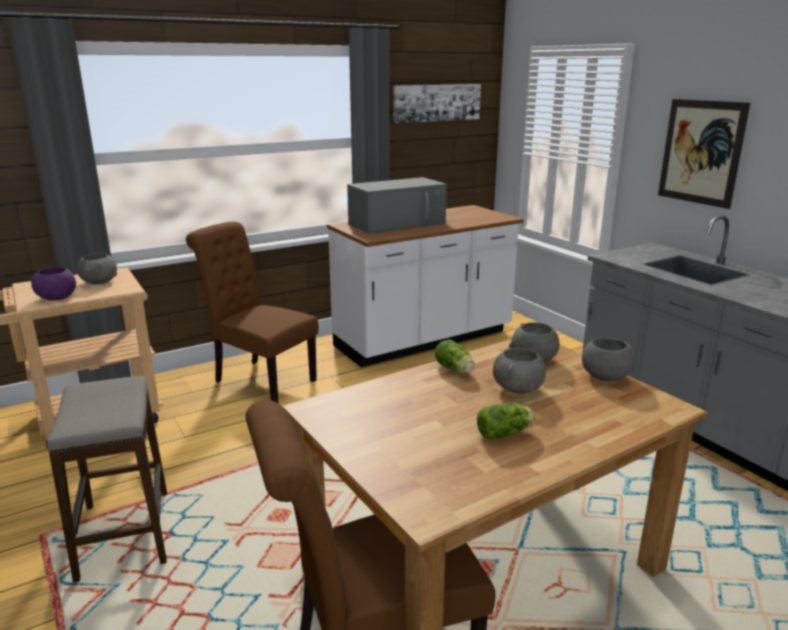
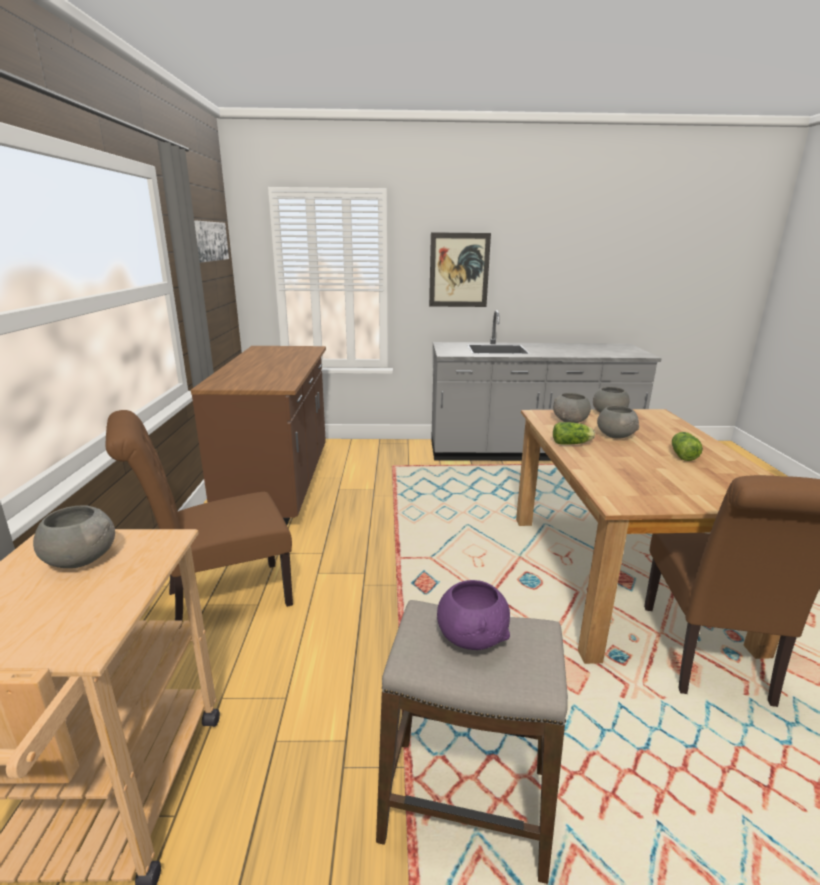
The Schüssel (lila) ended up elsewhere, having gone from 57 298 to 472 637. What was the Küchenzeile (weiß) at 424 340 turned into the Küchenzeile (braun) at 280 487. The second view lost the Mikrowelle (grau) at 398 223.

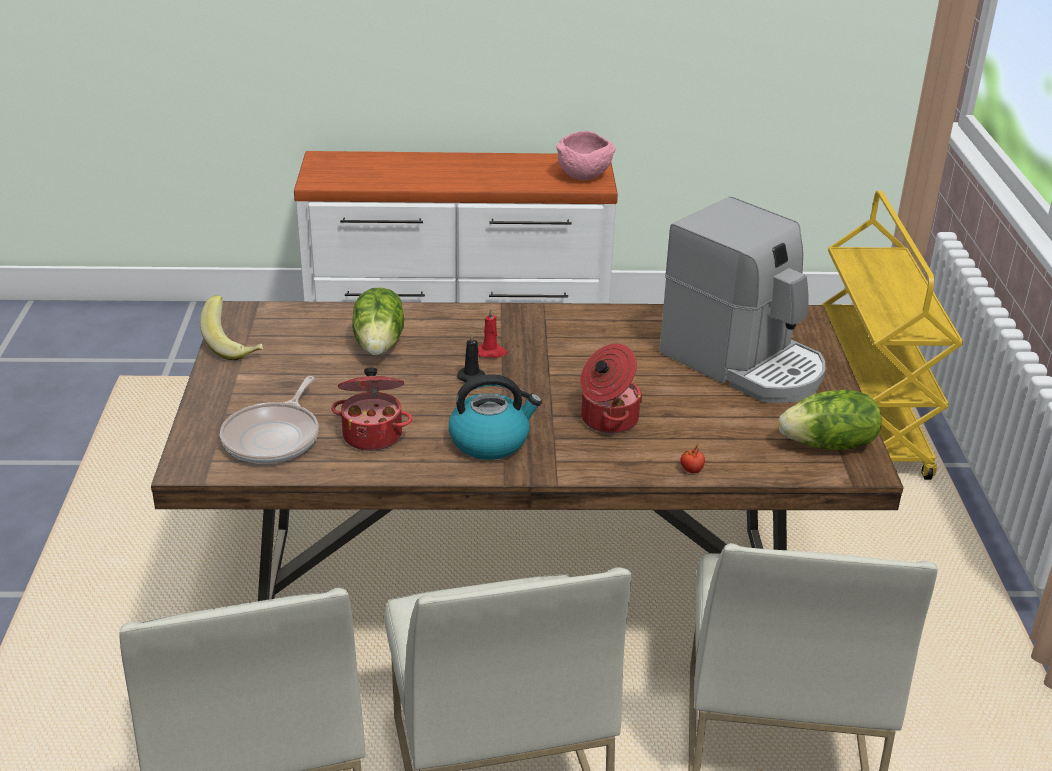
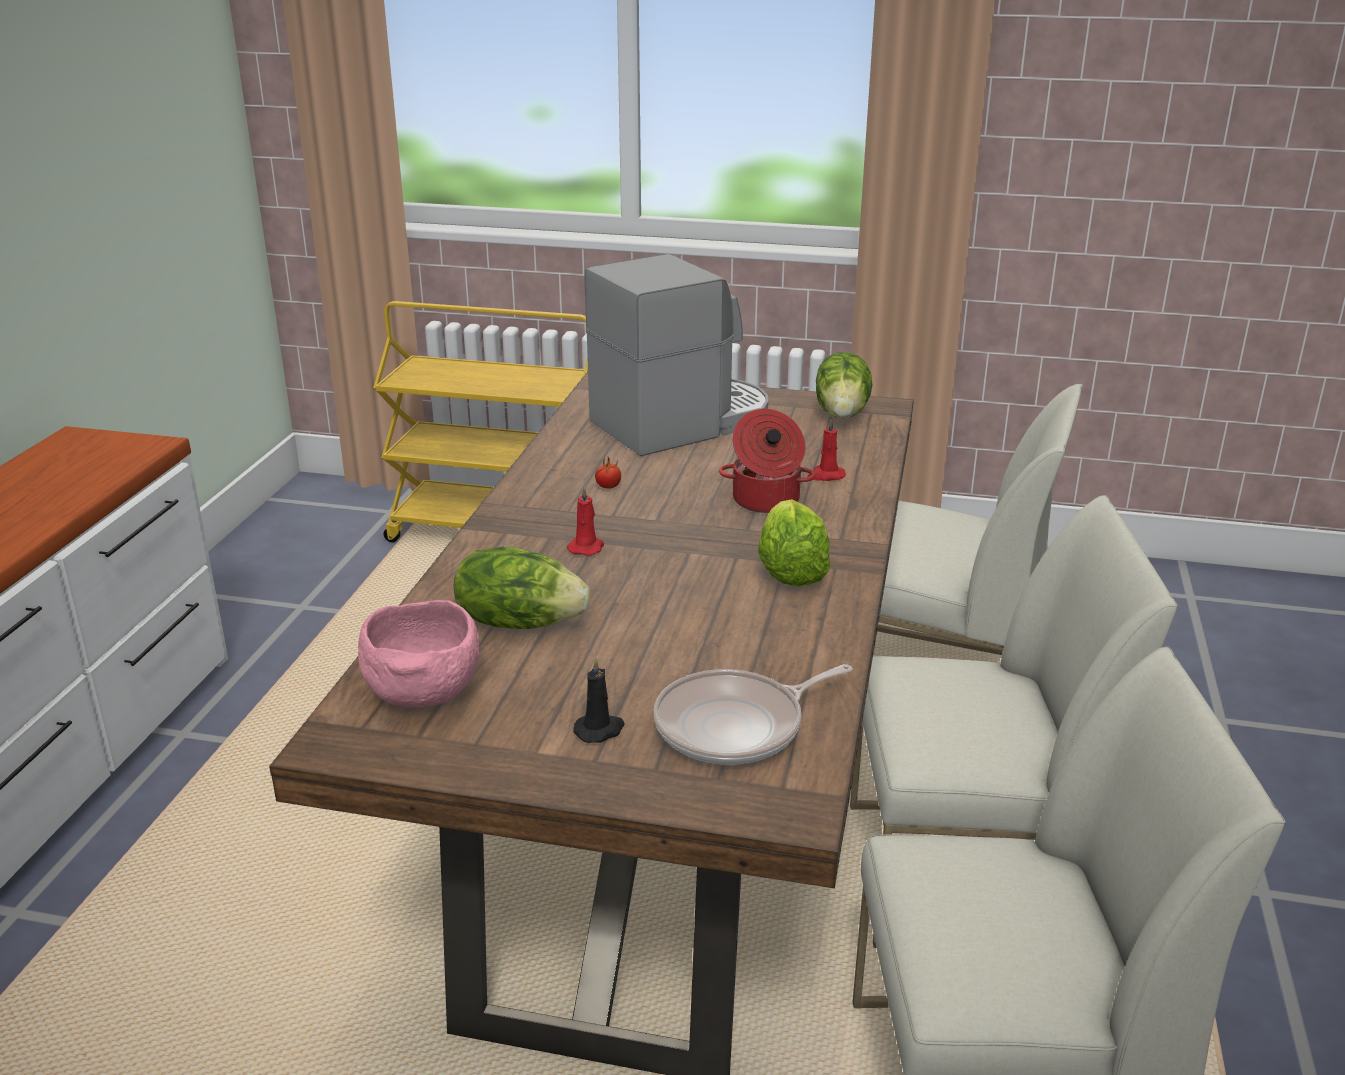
The second view lost the Banane at 235 346. The Pfanne at 274 437 ended up facing another way, 120 degrees clockwise from before. The second view lost the Kochtopf at 373 434. Where the Wasserkessel stood at 490 441, the Salatkopf came to stand at 790 570. The Kerze (schwarz) ended up elsewhere, having gone from 472 378 to 600 730. The Schüssel (rosa) ended up elsewhere, having gone from 584 176 to 423 693. The Tomate ended up elsewhere, having gone from 691 470 to 608 487. The second view gained the Kerze (rot) at 826 476.

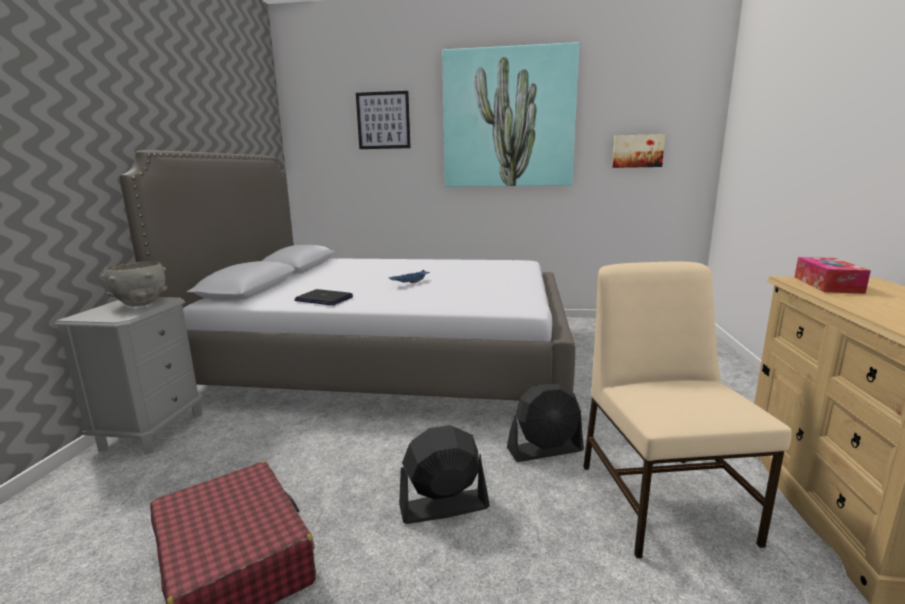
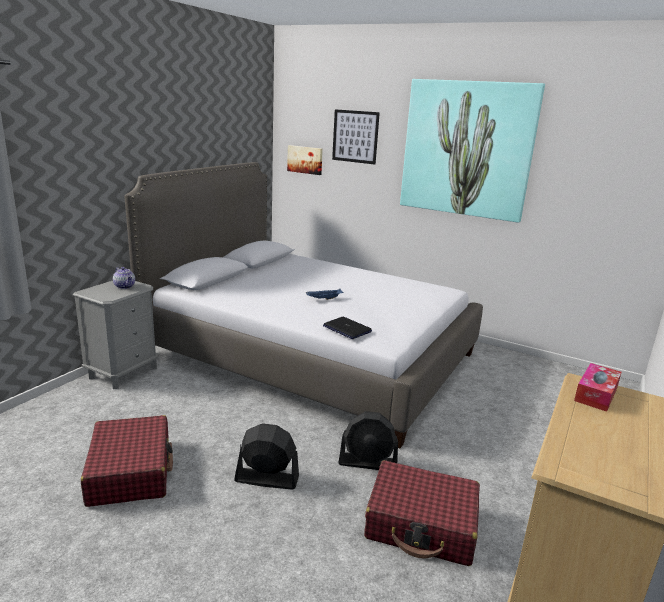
Where the Schüssel (grau) stood at 140 303, the Teekanne came to stand at 125 286. The Laptop ended up elsewhere, having gone from 323 299 to 347 329. Where the Stuhl (beige) stood at 663 499, the Koffer (rot) came to stand at 421 525. The Bild ended up elsewhere, having gone from 637 151 to 305 159.

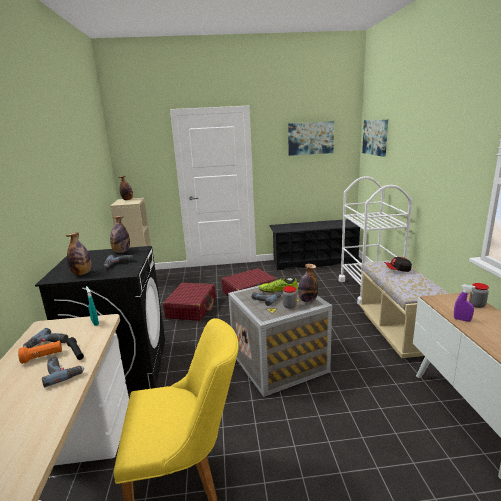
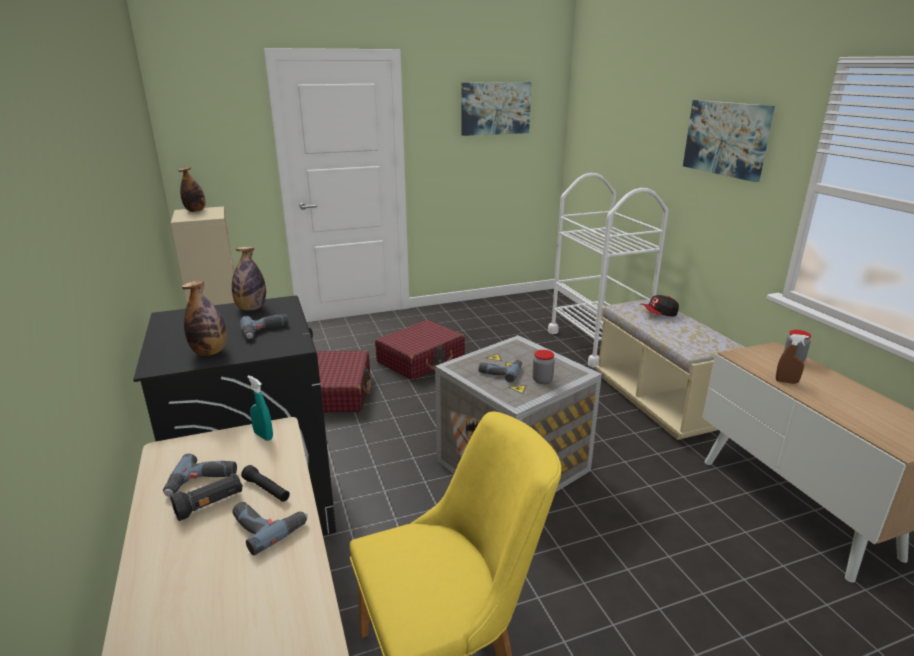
What was the Taschenlampe (orange) at 43 357 turned into the Taschenlampe (schwarz) at 210 505. The second view lost the Schuh at 278 291. The second view lost the Schuhregal (schwarz) at 314 262. The second view lost the Flasche at 307 300. The Bild ended up elsewhere, having gone from 375 137 to 726 138. What was the Sprühflasche (lila) at 462 320 turned into the Sprühflasche (braun) at 786 382.

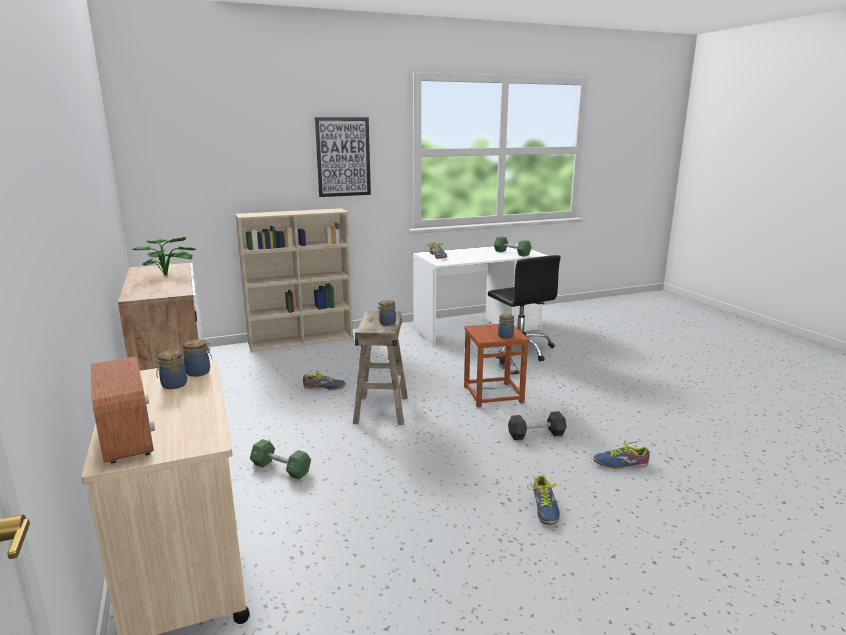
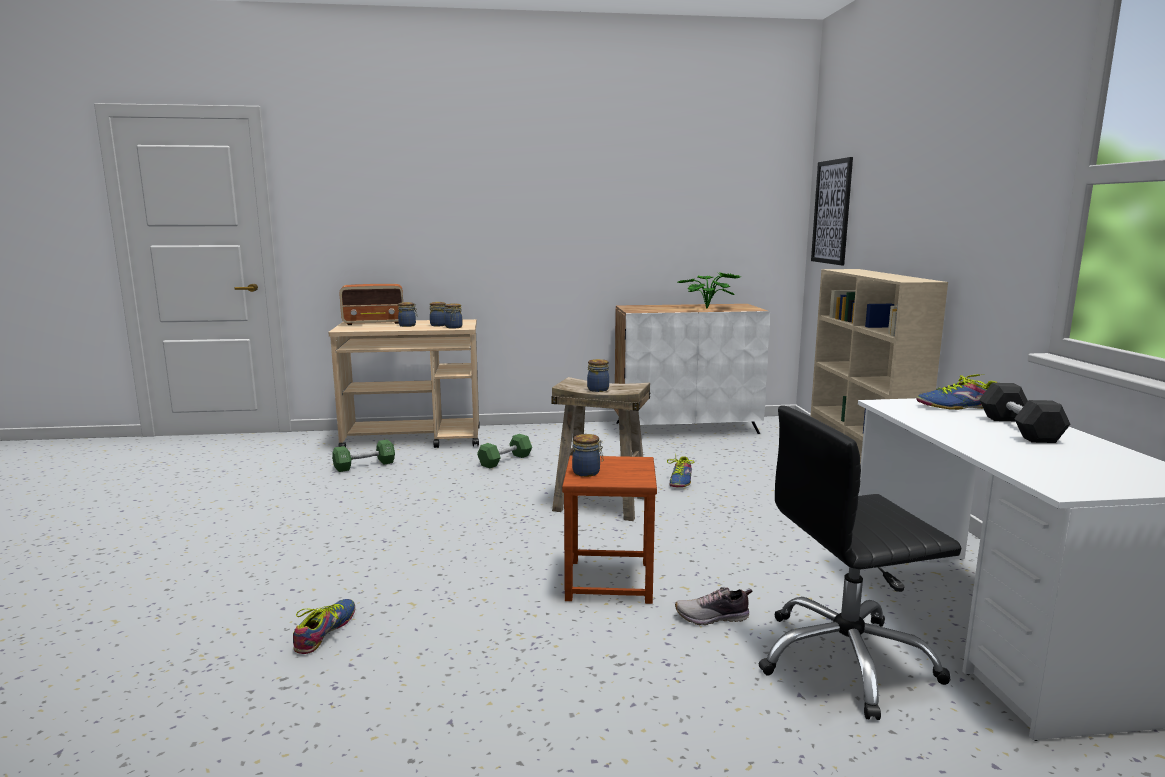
The Bild ended up elsewhere, having gone from 343 157 to 832 212. The Hantel (grün) ended up elsewhere, having gone from 512 253 to 364 465. The Hantel (schwarz) ended up elsewhere, having gone from 536 434 to 1019 429. The second view lost the Schuh at 545 508. The second view gained the Vorratsglas at 408 325.

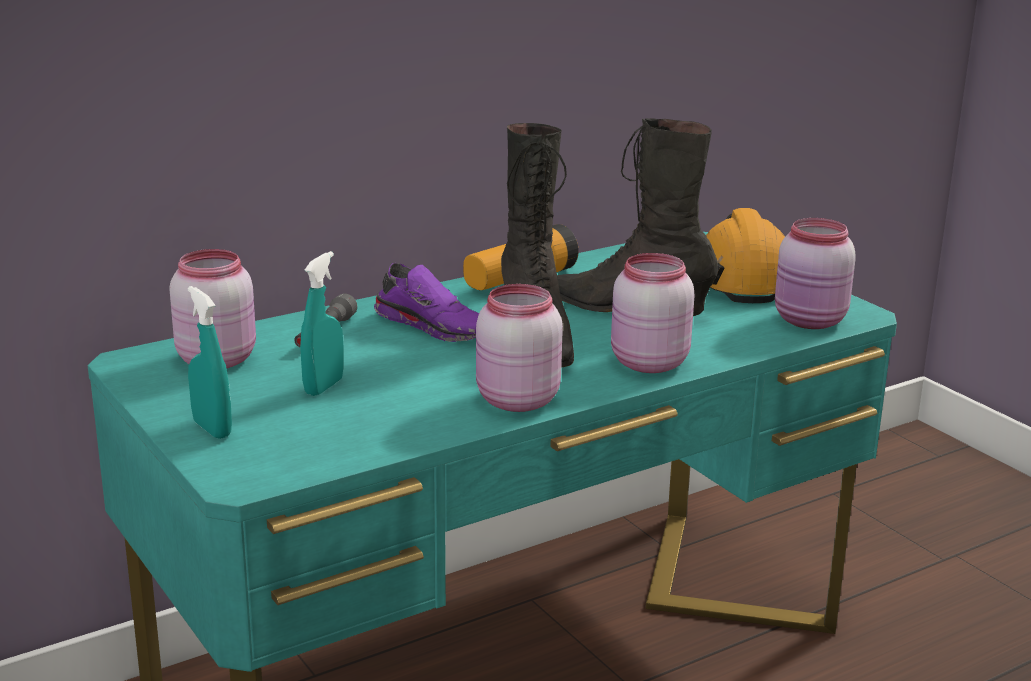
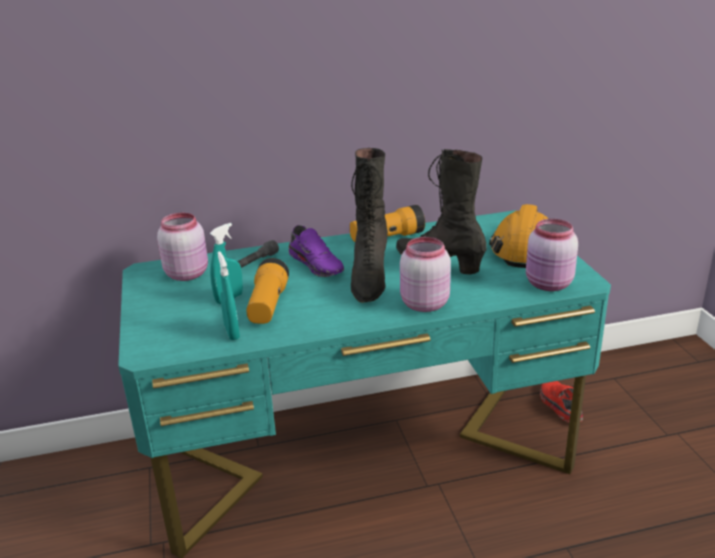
The Sprühflasche (türkis) ended up elsewhere, having gone from 212 429 to 232 333. The second view lost the Vorratsglas (rosa) at 515 400. The second view gained the Taschenlampe at 268 305. The second view gained the Schuh (rot) at 559 406.

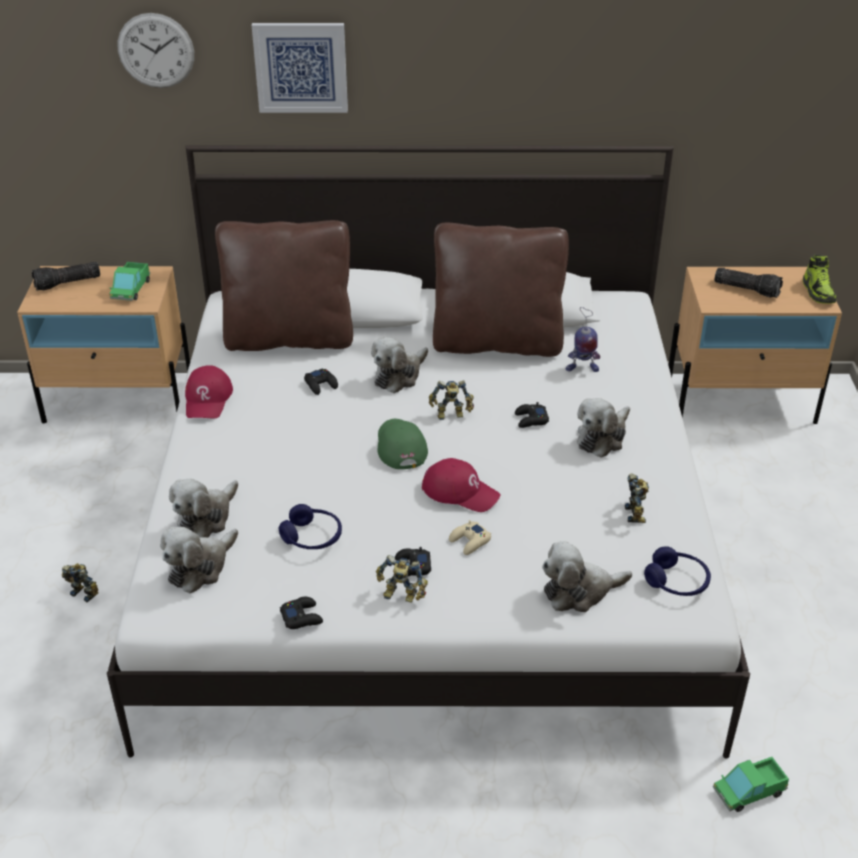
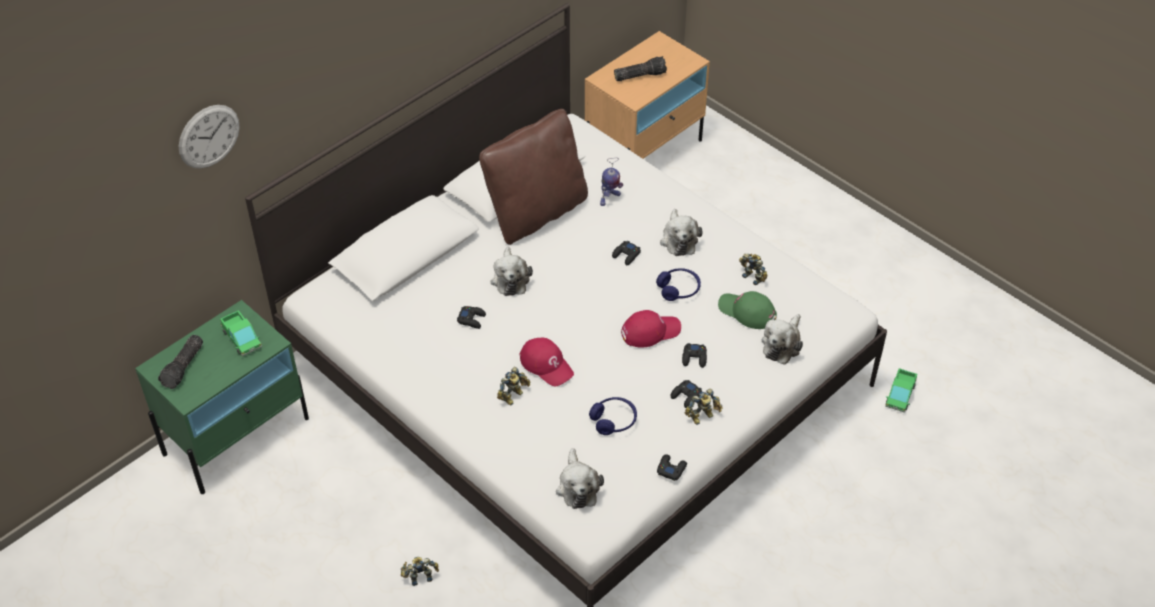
What was the Nachttisch (beige) at 120 401 turned into the Nachttisch (grün) at 237 436. The second view lost the Plüschtier at 206 518. The Kappe (rot) ended up elsewhere, having gone from 208 399 to 547 364. The second view lost the Kissen (braun) at 289 338. The second view lost the Bild at 301 67. The Kappe (grün) ended up elsewhere, having gone from 400 446 to 747 312. The Spielzeugroboter ended up elsewhere, having gone from 451 415 to 514 396. What was the Gamepad (beige) at 470 541 turned into the Gamepad (schwarz) at 694 358. The Kopfhörer (blau) ended up elsewhere, having gone from 677 582 to 678 289. The second view lost the Schuh at 818 292.

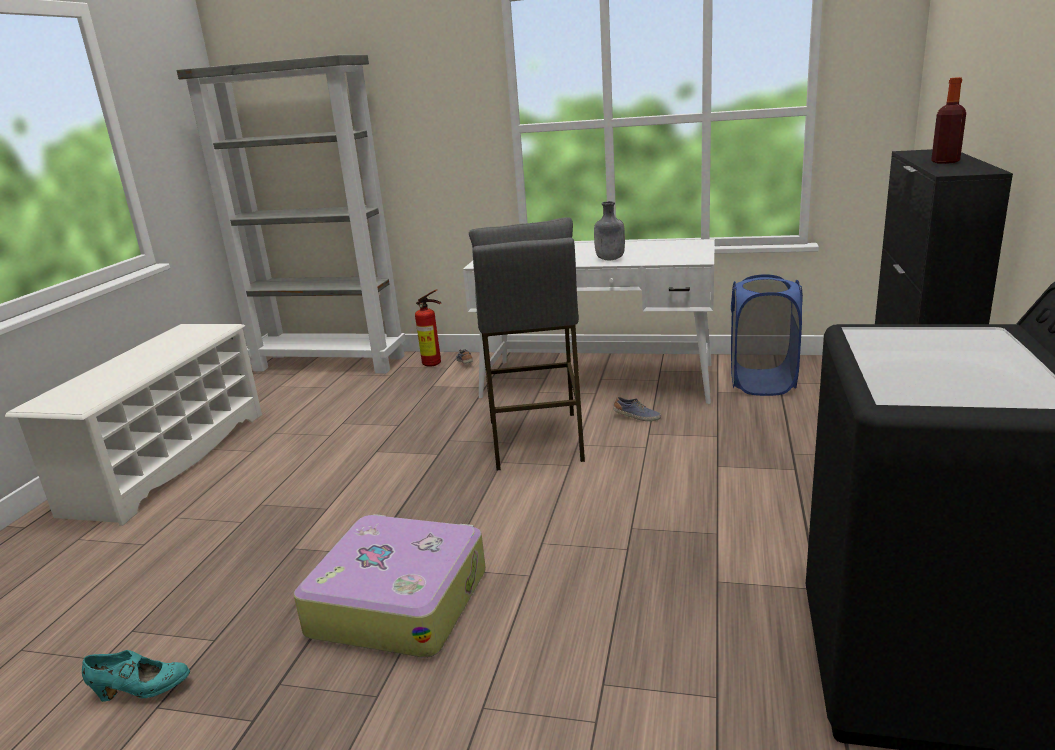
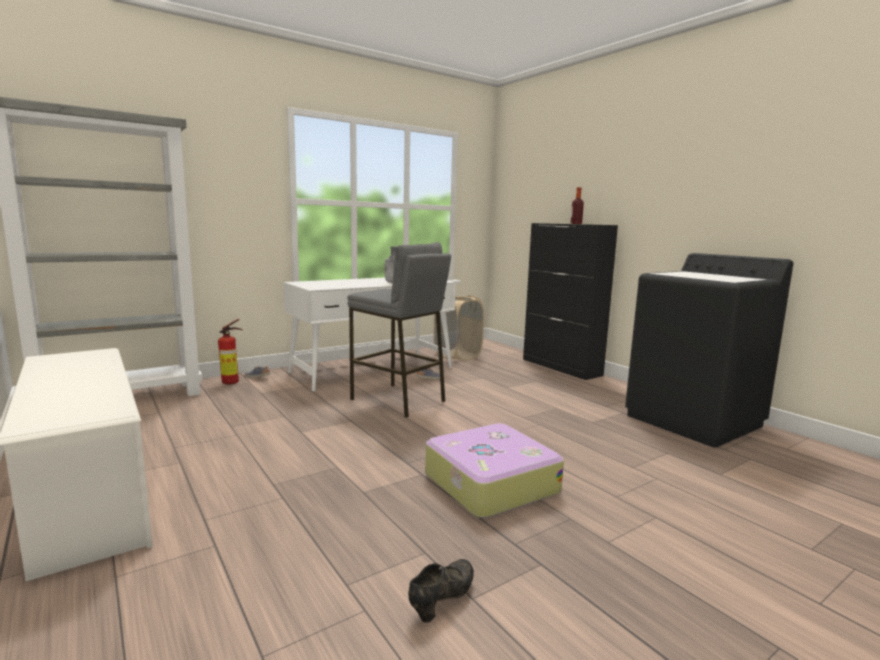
What was the Schuh (türkis) at 142 691 turned into the Schuh (schwarz) at 442 600. What was the Wäschekorb (blau) at 762 383 turned into the Wäschekorb (beige) at 457 356.

